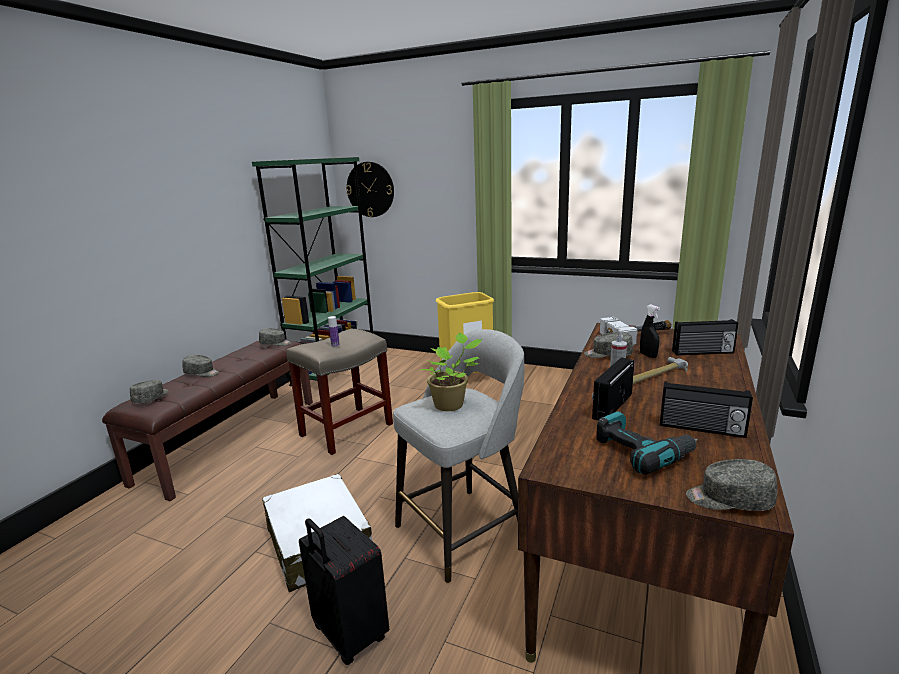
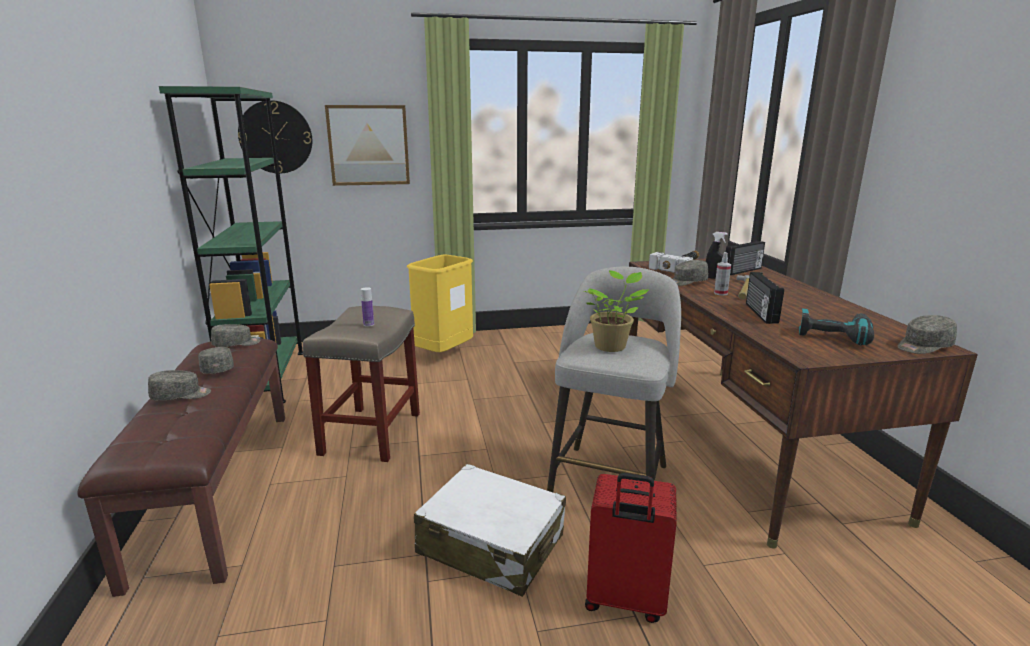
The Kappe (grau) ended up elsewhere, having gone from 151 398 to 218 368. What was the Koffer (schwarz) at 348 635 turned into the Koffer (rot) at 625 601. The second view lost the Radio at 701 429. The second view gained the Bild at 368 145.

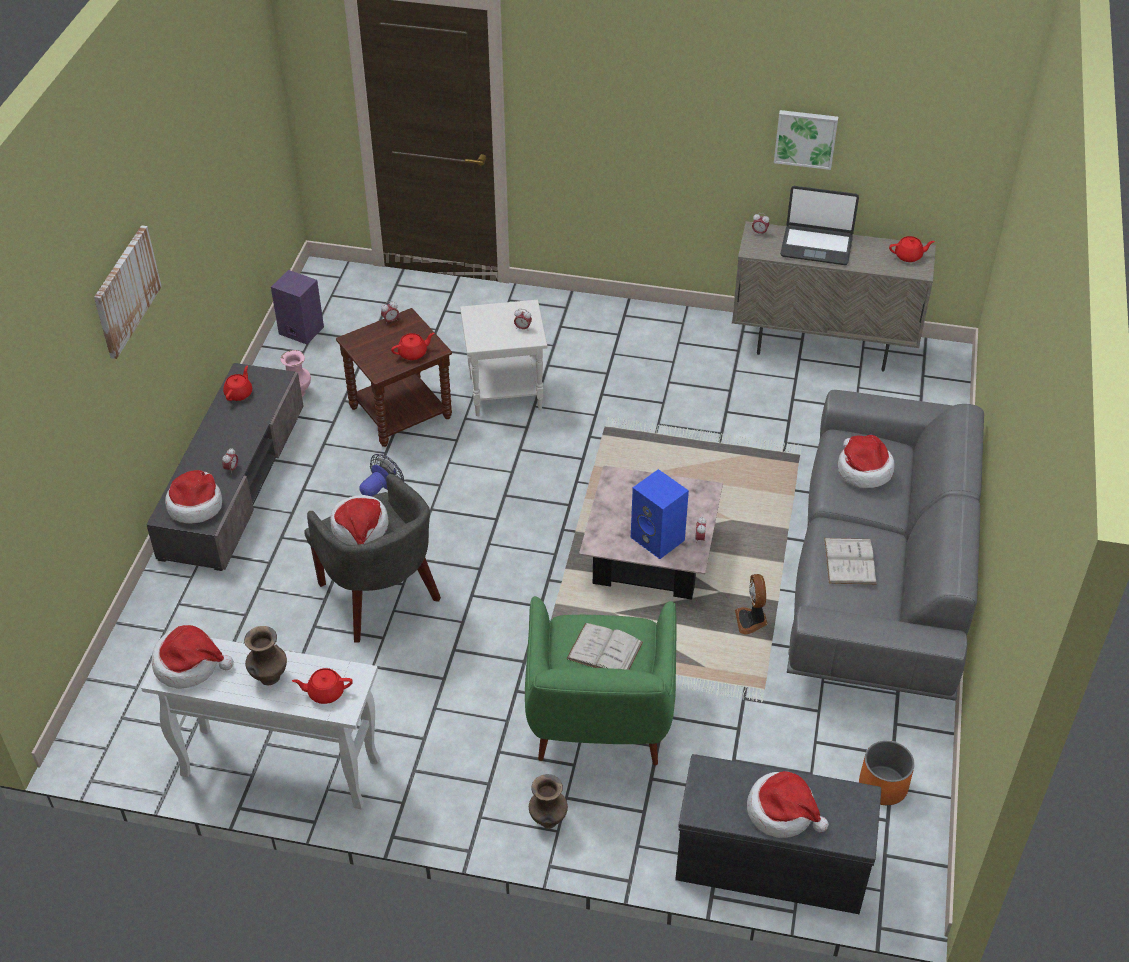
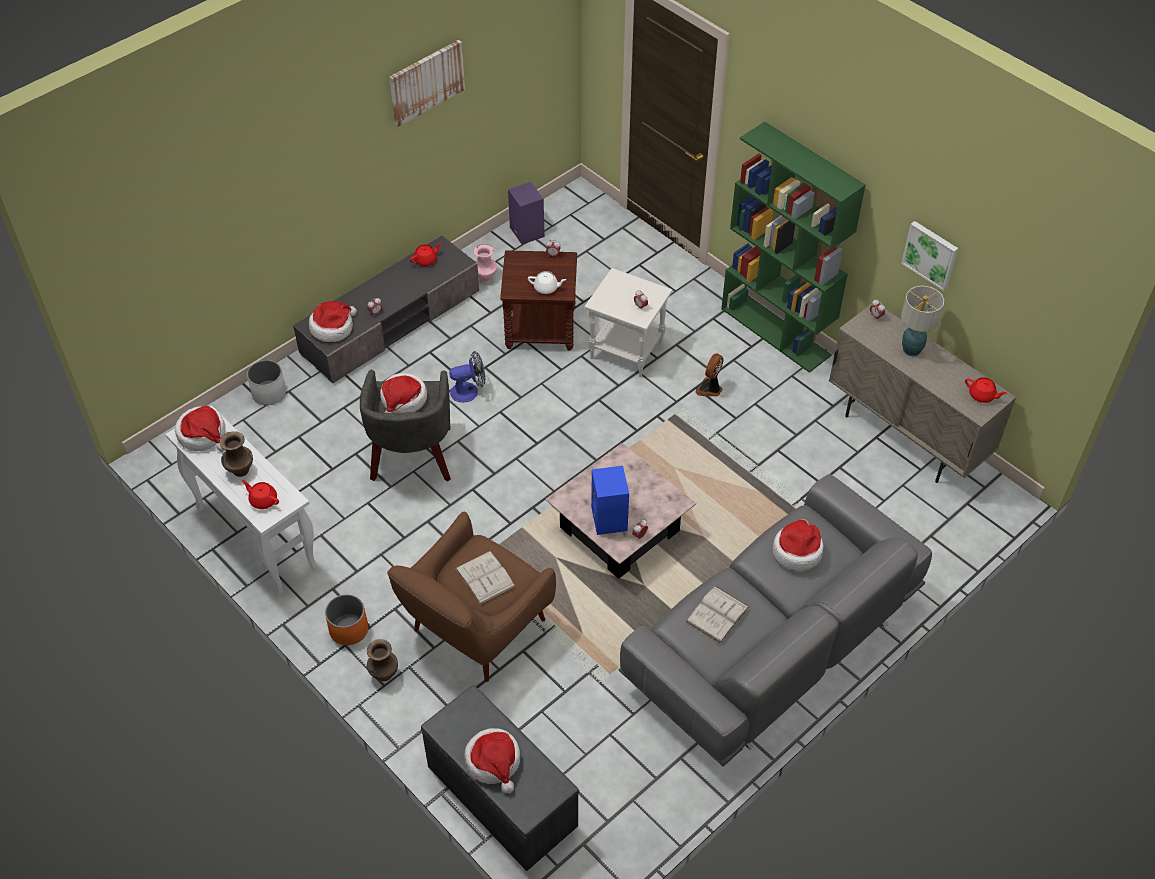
The Bild ended up elsewhere, having gone from 126 291 to 426 82. What was the Teekanne (rot) at 413 353 turned into the Teekanne (weiß) at 546 288. What was the Sessel (grün) at 599 724 turned into the Sessel (braun) at 475 630. The Ventilator ended up elsewhere, having gone from 751 620 to 710 389. Where the Laptop stood at 816 246, the Tischlampe came to stand at 912 349. The Pflanzkübel (orange) ended up elsewhere, having gone from 882 785 to 349 629. The second view gained the Pflanzkübel (weiß) at 269 393. The second view gained the Bücherregal (grün) at 776 332.

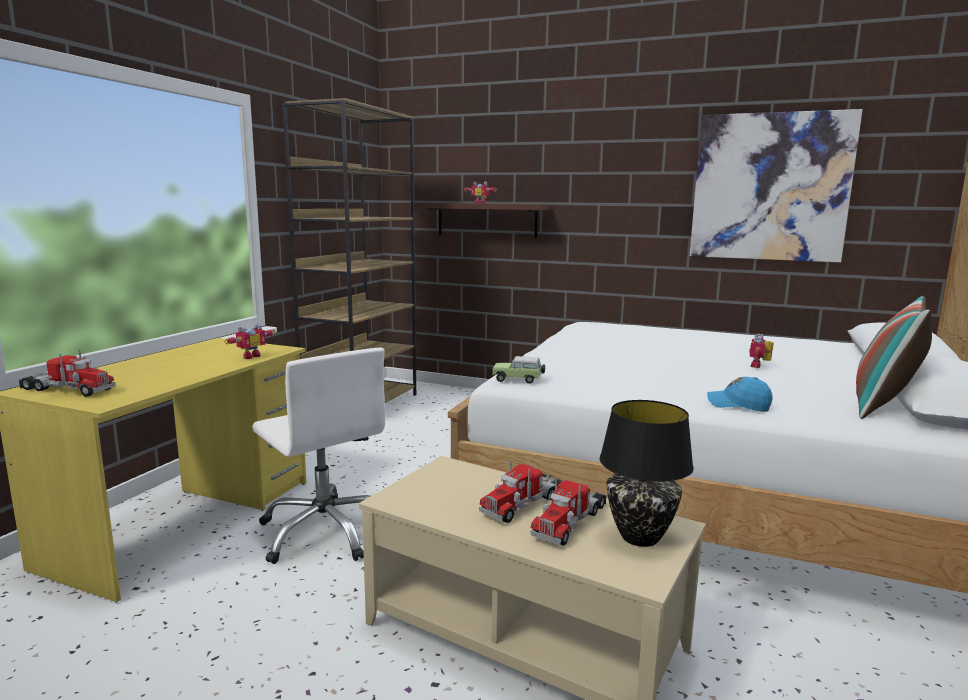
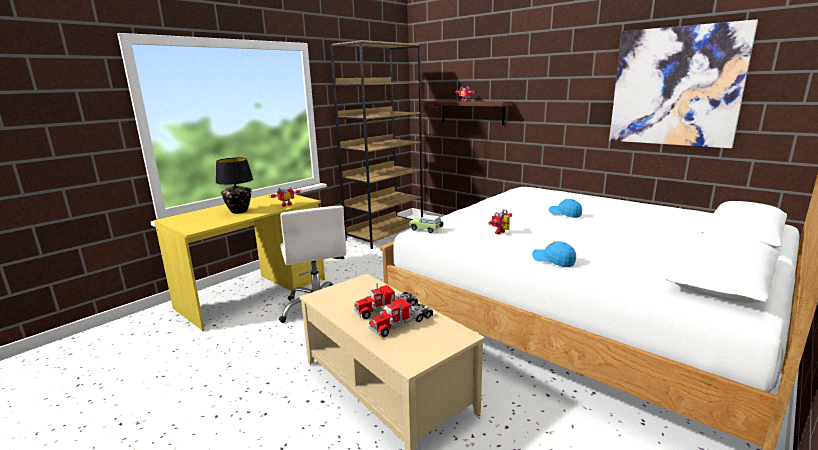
The second view lost the Spielzeuglaster at 67 390. The Tischlampe (schwarz) ended up elsewhere, having gone from 638 537 to 239 211. The Spielzeugroboter ended up elsewhere, having gone from 759 366 to 502 233. The second view lost the Kissen at 884 406. The second view gained the Kappe (blau) at 565 214.

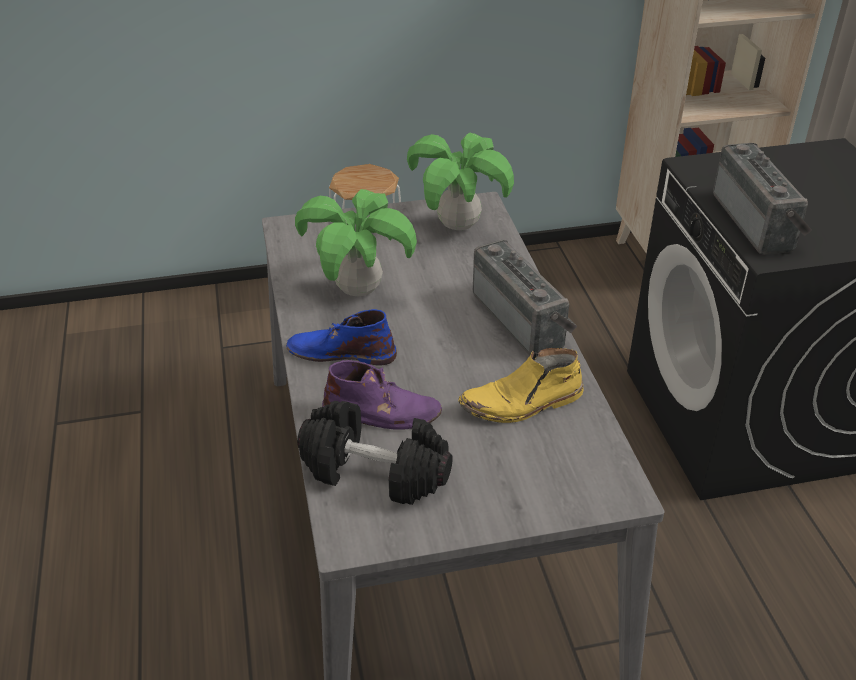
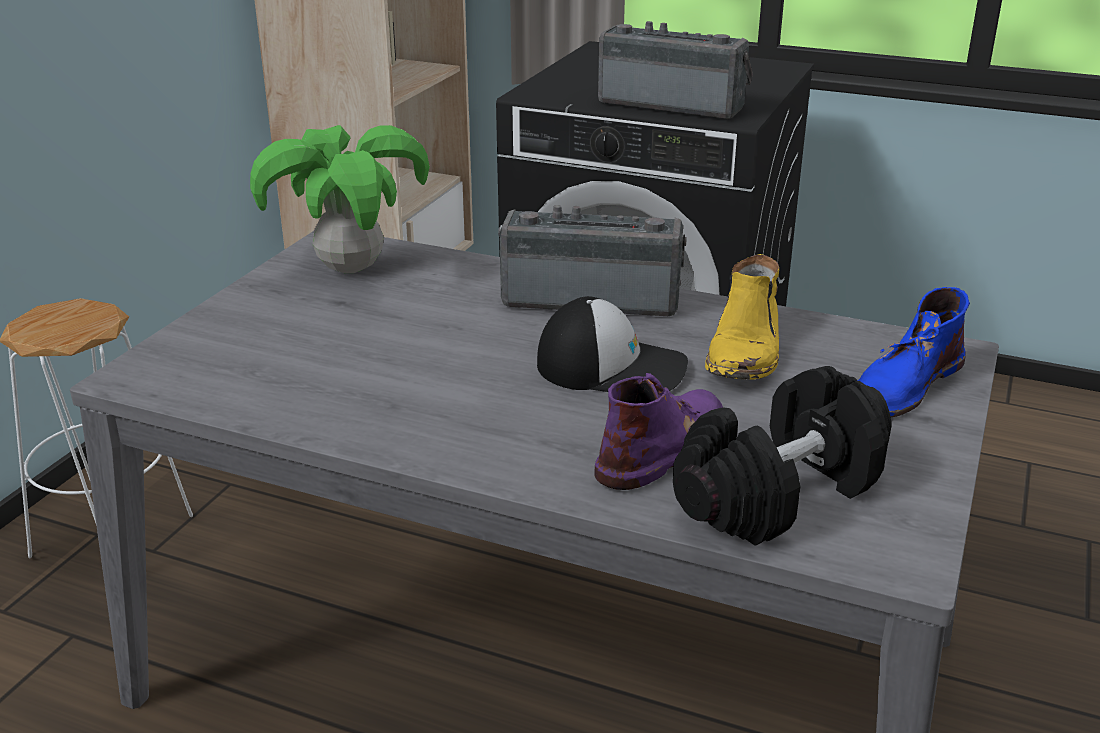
The Stiefel (blau) ended up elsewhere, having gone from 341 352 to 905 385. The second view lost the Topfpflanze at 359 290. The second view gained the Kappe at 612 367.

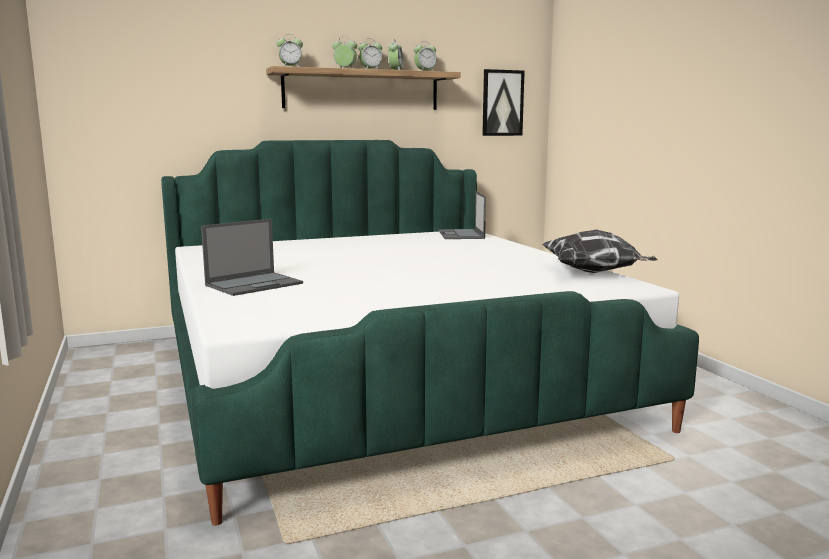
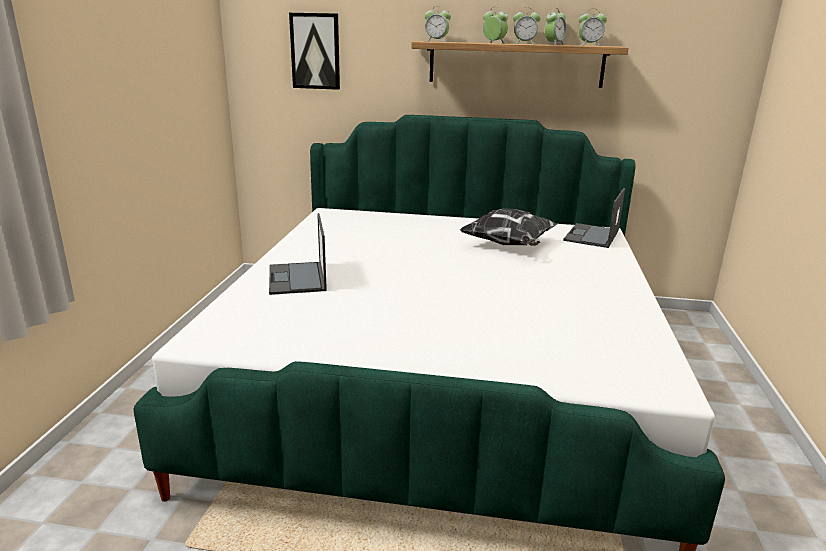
The Laptop at 255 284 ended up facing another way, 90 degrees clockwise from before. The Bild ended up elsewhere, having gone from 502 103 to 315 51. The Kissen ended up elsewhere, having gone from 595 273 to 509 245.

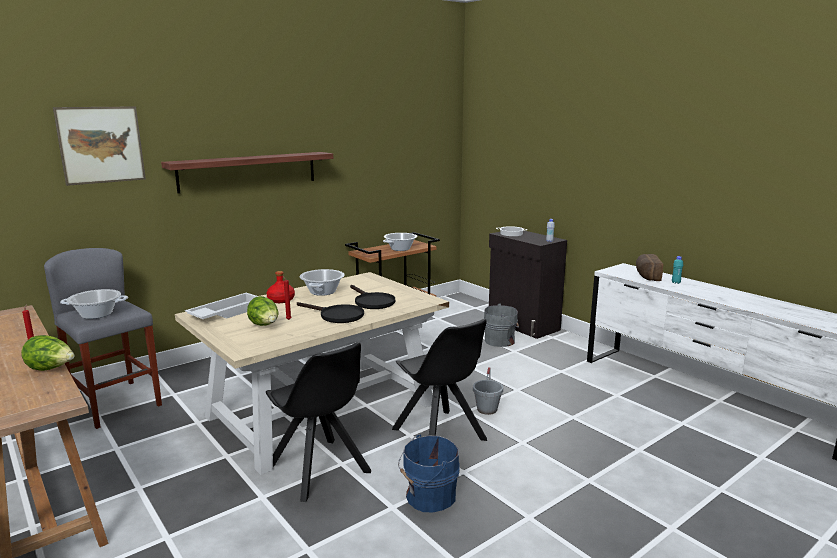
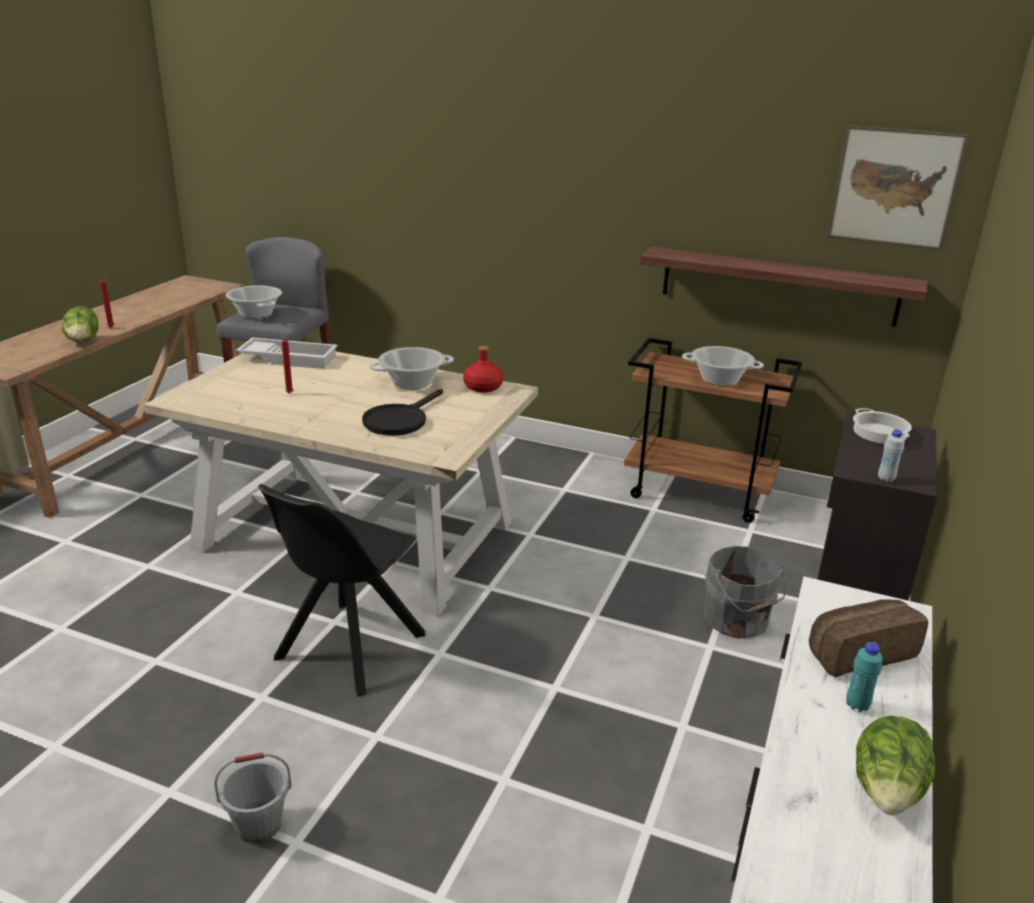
The Bild ended up elsewhere, having gone from 101 145 to 894 188. The Wandregal ended up elsewhere, having gone from 249 171 to 778 286. The Salatkopf ended up elsewhere, having gone from 265 326 to 887 793. The Flasche (rot) ended up elsewhere, having gone from 280 300 to 483 387. The second view lost the Stuhl (schwarz) at 320 470. The second view lost the Pfanne (schwarz) at 336 316. The second view lost the Eimer (blau) at 428 496. The Eimer (grau) ended up elsewhere, having gone from 486 409 to 259 824.

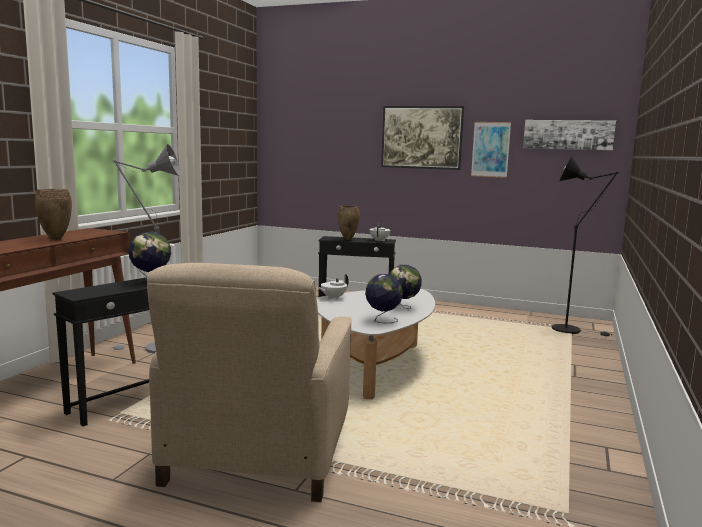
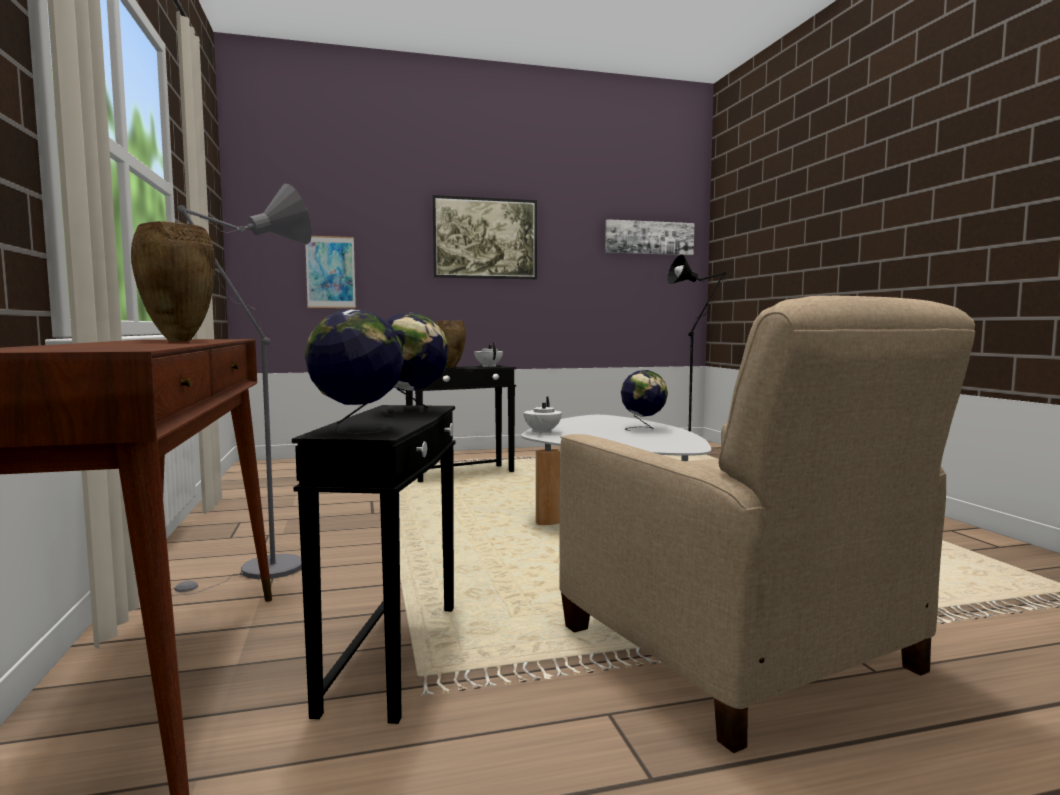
The Globus ended up elsewhere, having gone from 382 320 to 357 430. The Bild ended up elsewhere, having gone from 490 149 to 330 272.

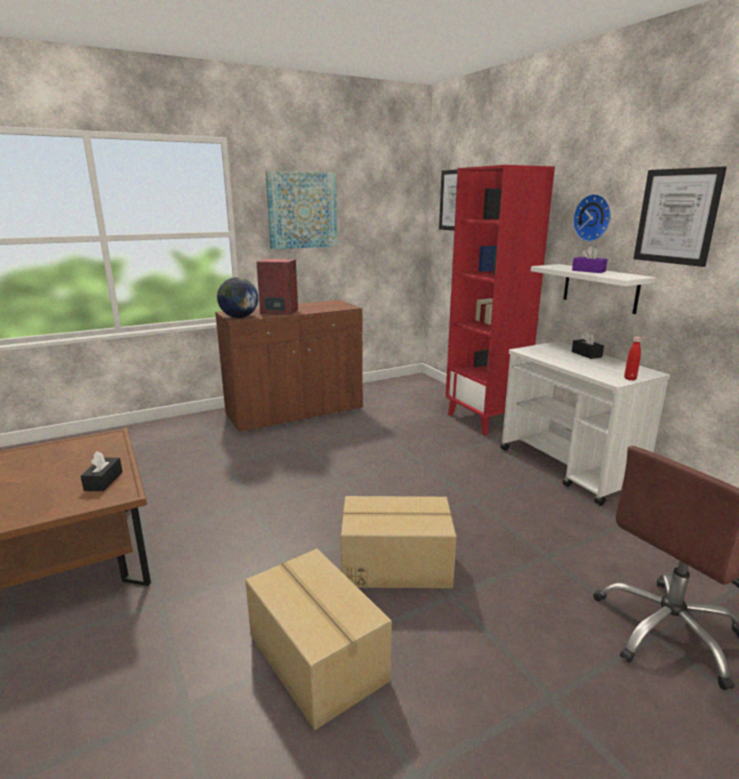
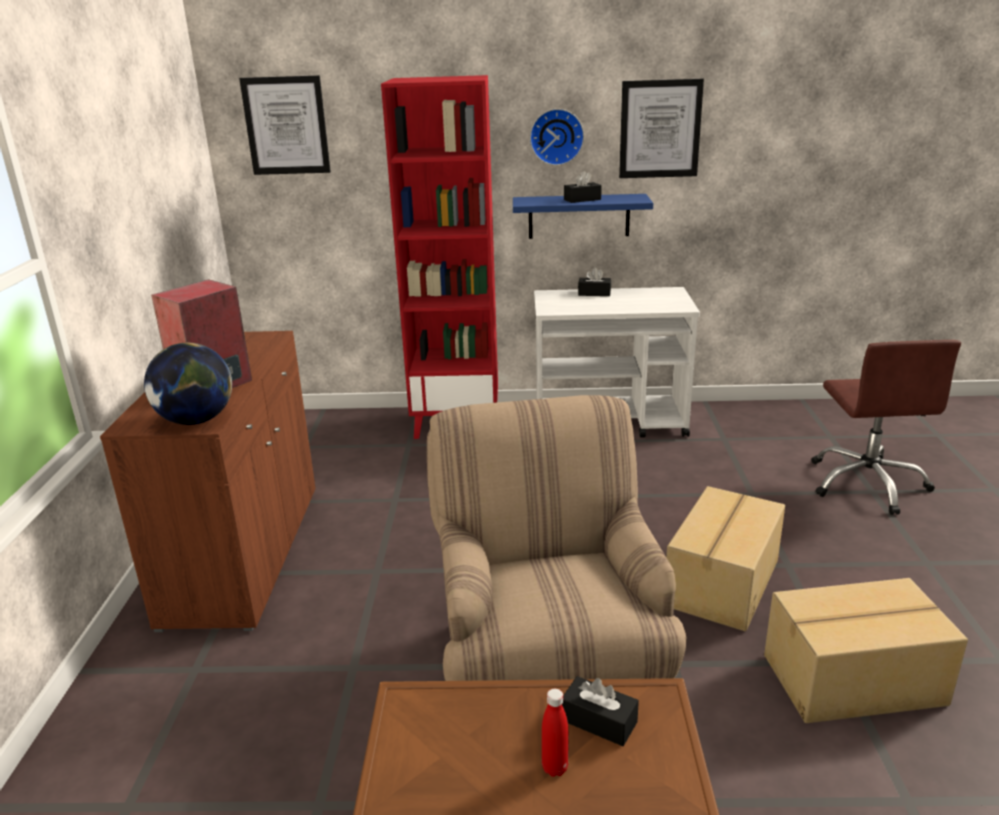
The second view lost the Bild at 302 210. What was the Wandregal (weiß) at 600 288 turned into the Wandregal (blau) at 579 216. What was the Taschentuchbox (lila) at 588 271 turned into the Taschentuchbox (schwarz) at 582 199. The Flasche (rot) ended up elsewhere, having gone from 630 379 to 555 768. The second view gained the Sessel (beige) at 548 660.

